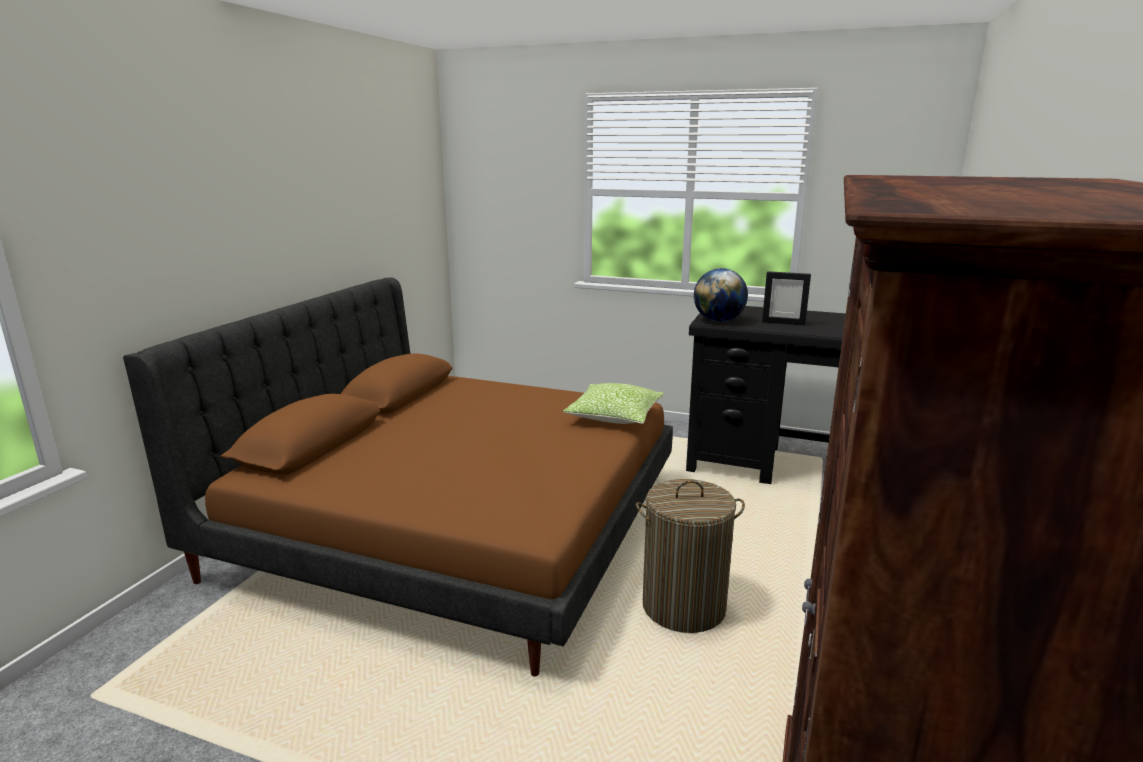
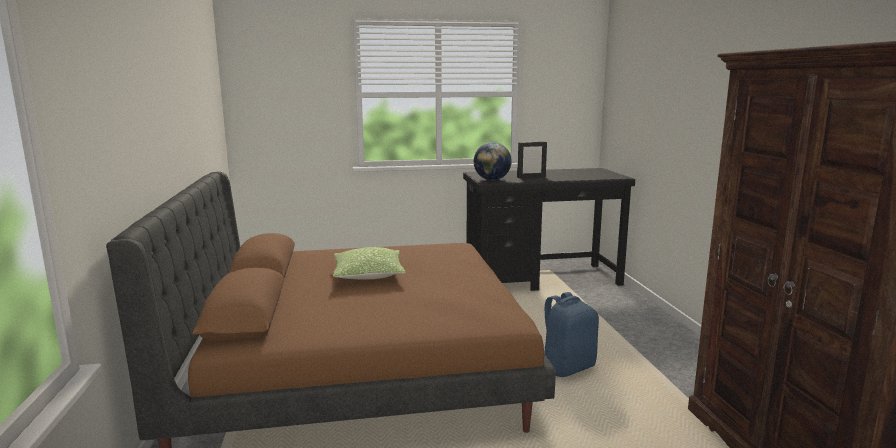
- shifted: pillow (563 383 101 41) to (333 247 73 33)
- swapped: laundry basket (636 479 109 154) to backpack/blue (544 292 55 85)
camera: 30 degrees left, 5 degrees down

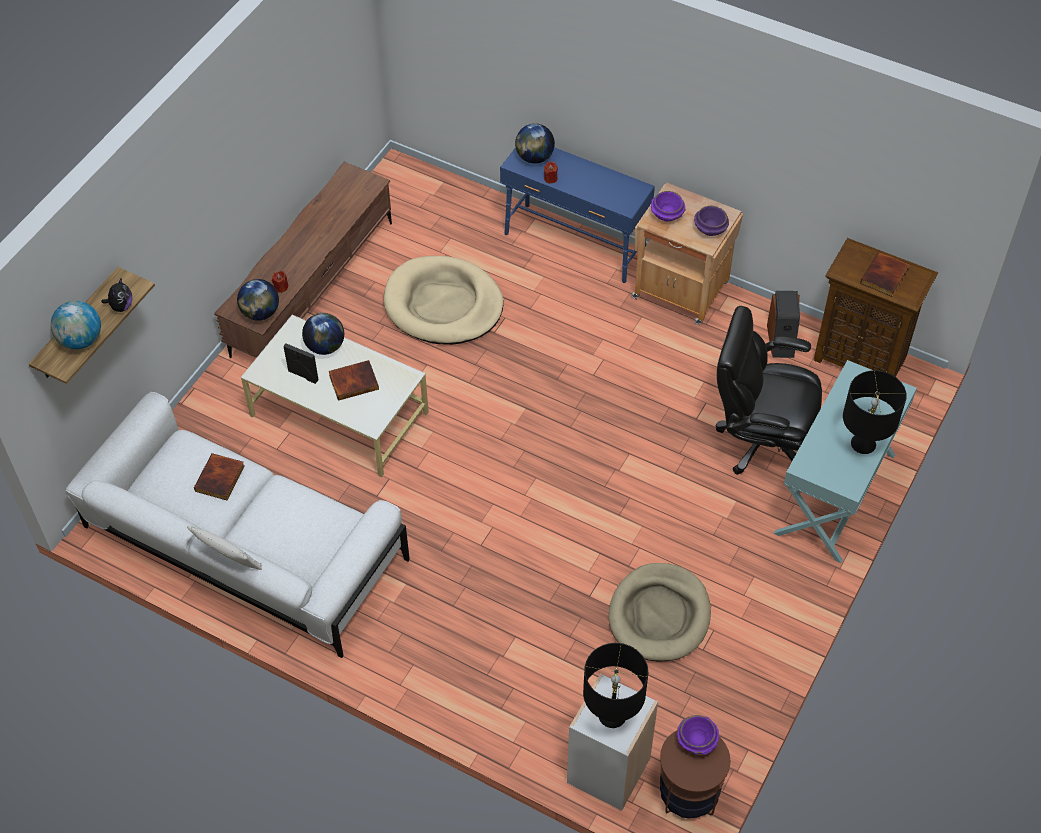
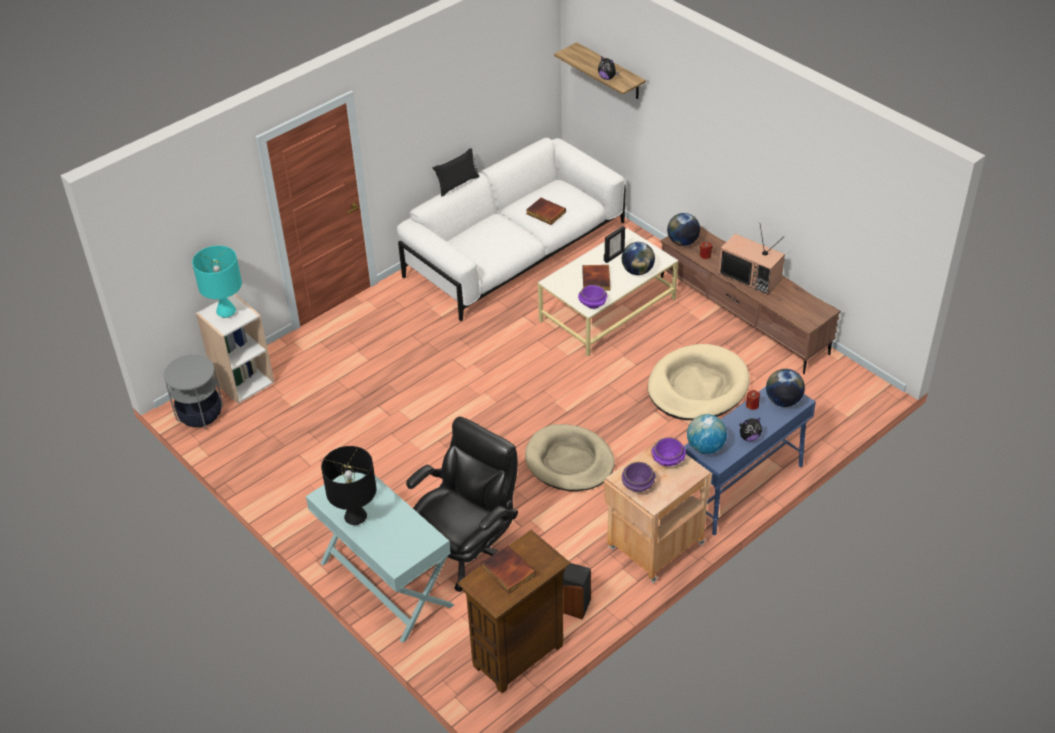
- repainted: side table/brown (660 730 70 89) to side table/grey (164 354 59 75)
- repainted: table lamp/black (583 643 65 85) to table lamp/turquoise (192 246 50 72)
- repainted: pillow/white (187 526 75 44) to pillow/black (433 148 46 49)
- shifted: dog bed/beige (608 563 103 99) to (525 424 90 67)
- shifted: bowl/purple (677 715 42 40) to (578 285 29 24)
- shifted: globe (51 301 50 48) to (687 414 40 40)
- new: television (718 223 67 72)
- new: plush toy (739 417 23 24)
camera: 110 degrees right, 10 degrees down

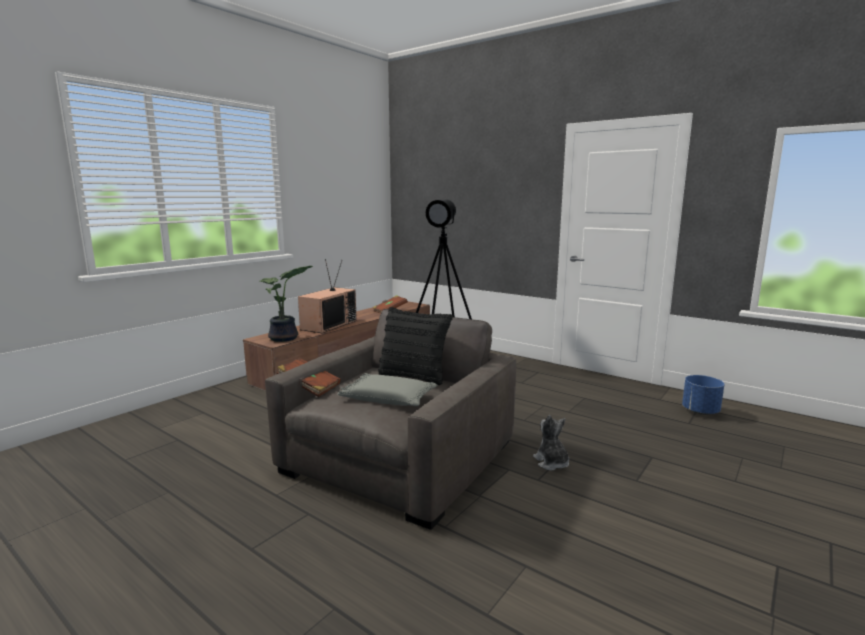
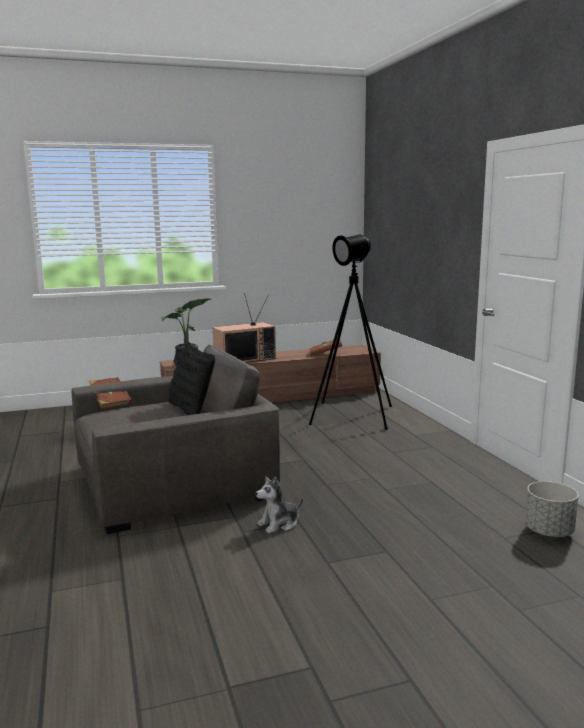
- rotated: plush toy (533 415 36 56) = (256 476 47 57) 135 degrees counterclockwise
- repainted: planter/blue (682 375 42 40) to planter/grey (525 481 54 56)
- gone: pillow/grey (337 373 101 33)
camera: 35 degrees right, 0 degrees up

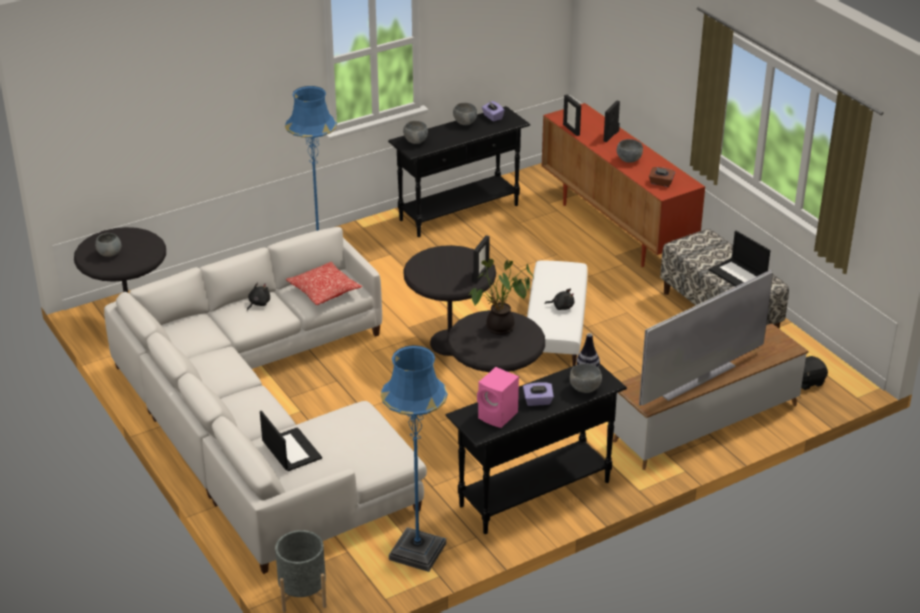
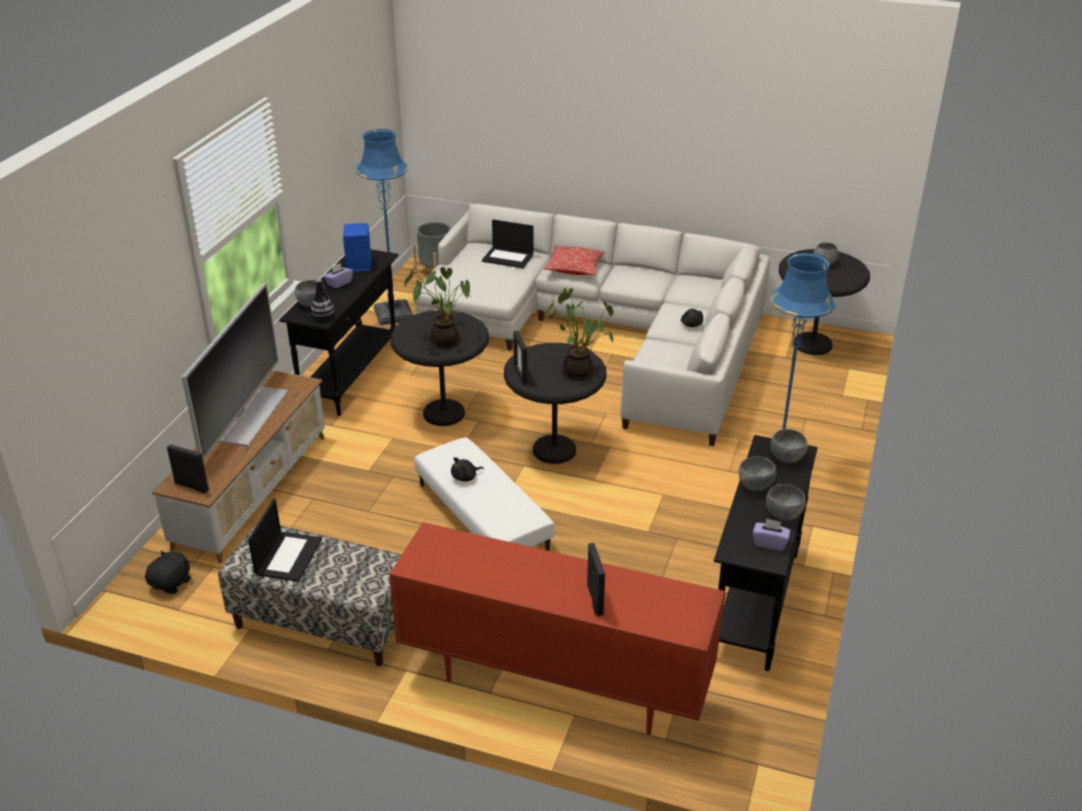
- shifted: picture frame (563 94 18 42) to (167 444 42 50)
- rotated: laptop (709 231 62 55) = (248 499 74 83) 90 degrees clockwise
- repainted: speaker/pink (477 367 42 61) to speaker/blue (343 223 29 48)
- shifted: pillow (286 262 76 43) to (543 246 62 29)
- new: potted plant (544 288 70 92)
- shifted: bowl/grey (617 139 26 24) to (739 456 37 35)
- gone: tissue box/brown (649 167 26 20)
camera: 140 degrees right, 0 degrees up

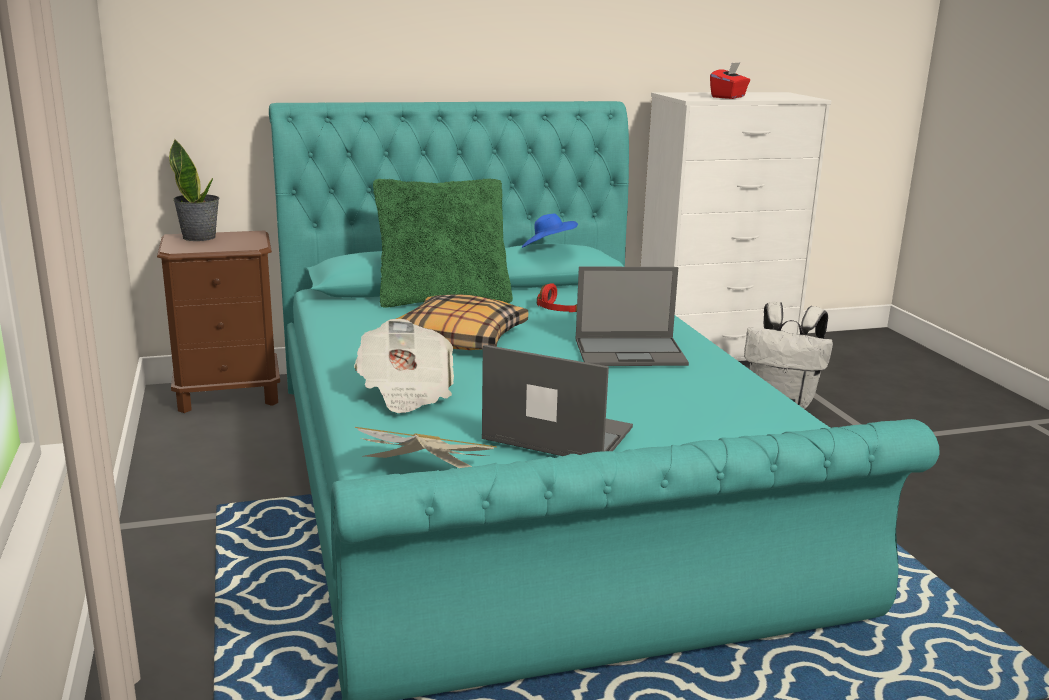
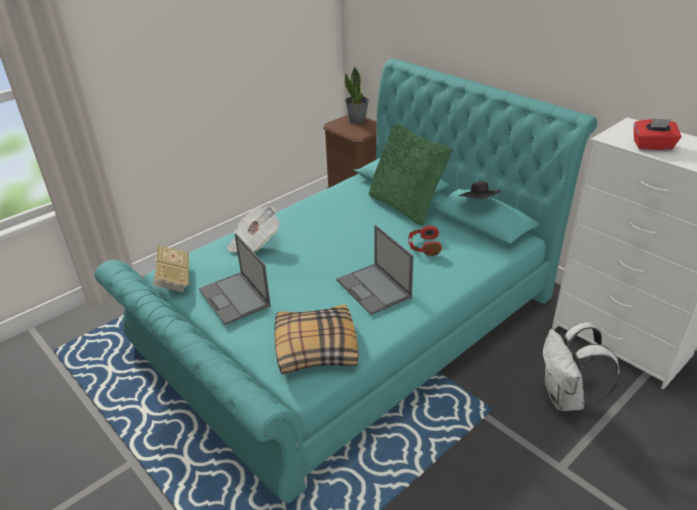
- rotated: laptop (482 345 151 111) = (199 233 72 92) 150 degrees clockwise
- shifted: pillow (396 294 132 56) to (274 304 85 70)
- repainted: hat/blue (522 214 56 34) to hat/black (458 181 42 18)
camera: 65 degrees right, 15 degrees up

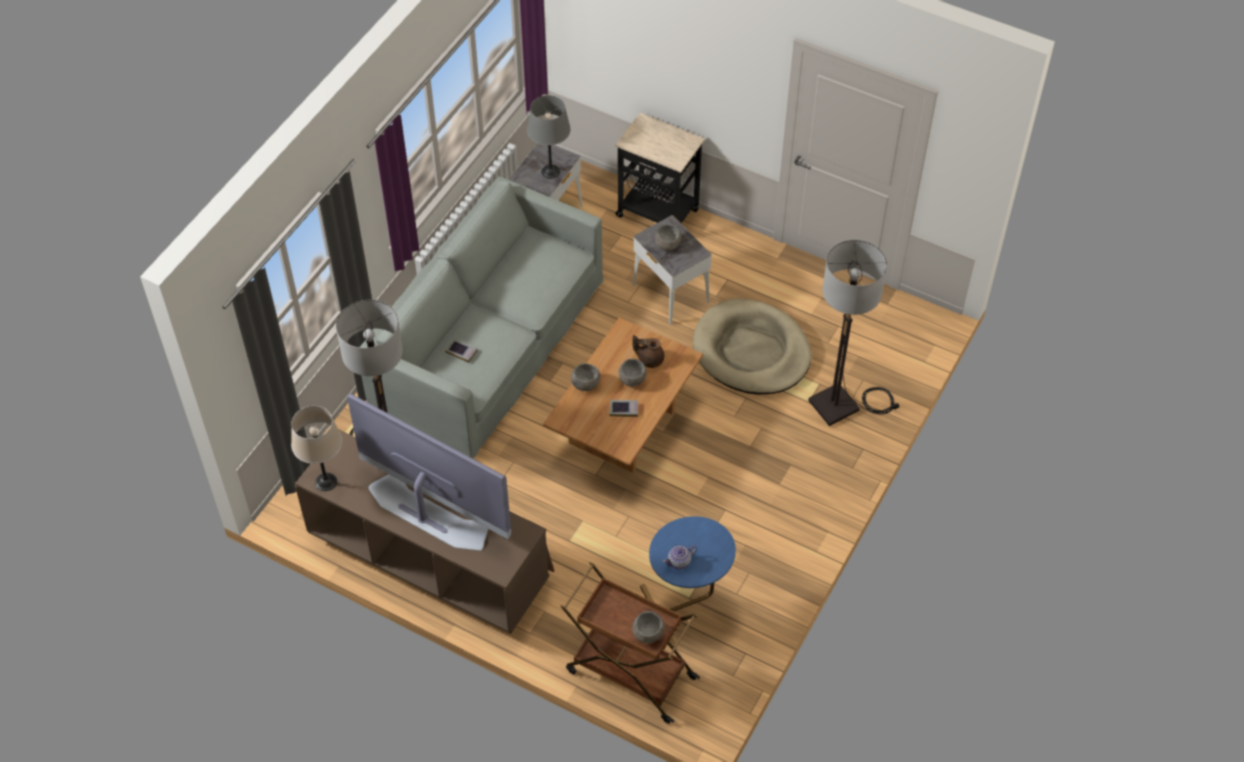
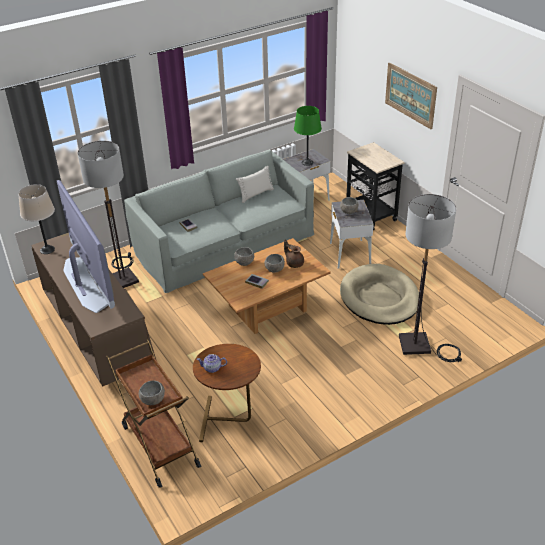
- repainted: side table/blue (640 516 96 131) to side table/brown (193 344 68 98)
- new: pillow/white (236 166 38 37)
- repainted: table lamp/grey (527 95 44 84) to table lamp/green (294 106 28 60)
- new: picture (385 63 52 66)
camera: 30 degrees right, 15 degrees down

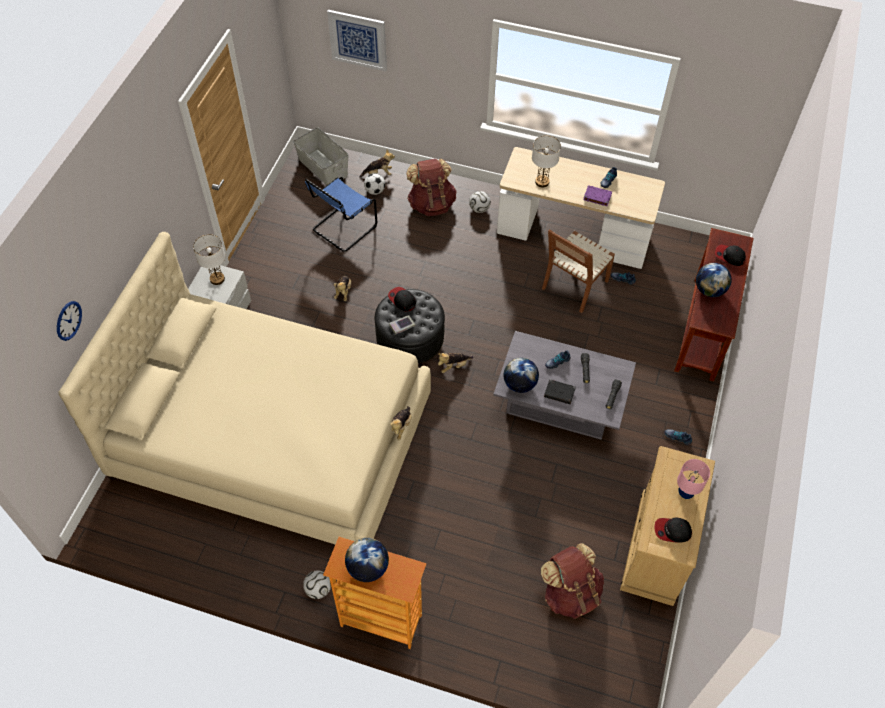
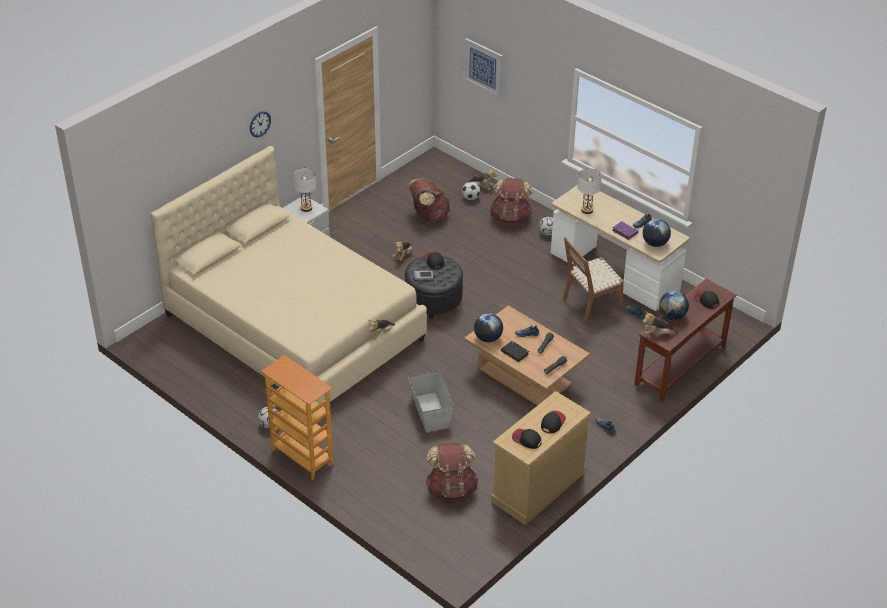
- shifted: wall clock (57 301 25 40) to (250 111 21 26)
- swapped: chair/blue (305 177 72 75) to backpack/brown (407 179 43 43)
- shifted: storage box/grey (293 127 56 58) to (408 370 46 62)
- repainted: coffee table/grey (493 331 143 109) to coffee table/brown (464 306 126 100)
- swapped: table lamp/pink (677 459 33 40) to cap (541 411 25 22)
- shifted: globe (345 538 44 44) to (643 219 28 28)
- shifted: plush toy (438 353 35 20) to (643 311 36 23)
camera: 25 degrees right, 15 degrees down

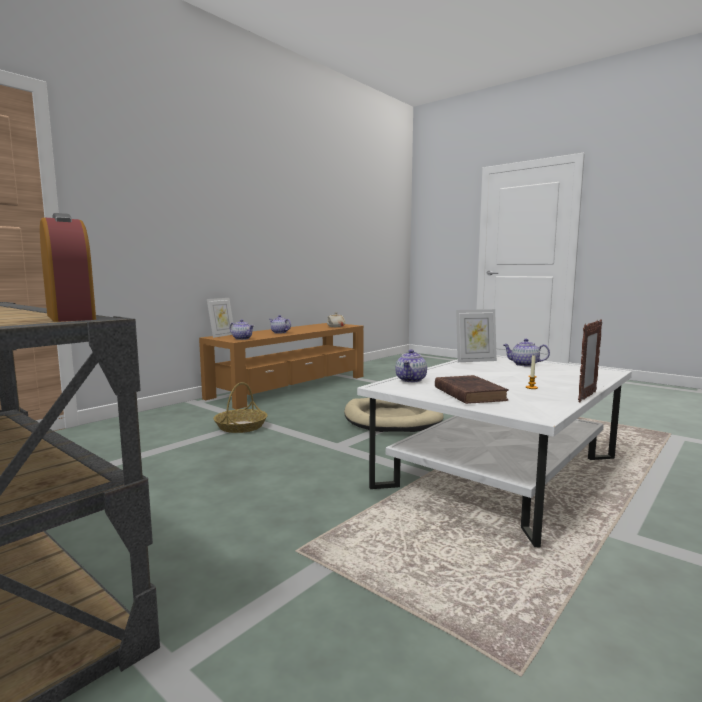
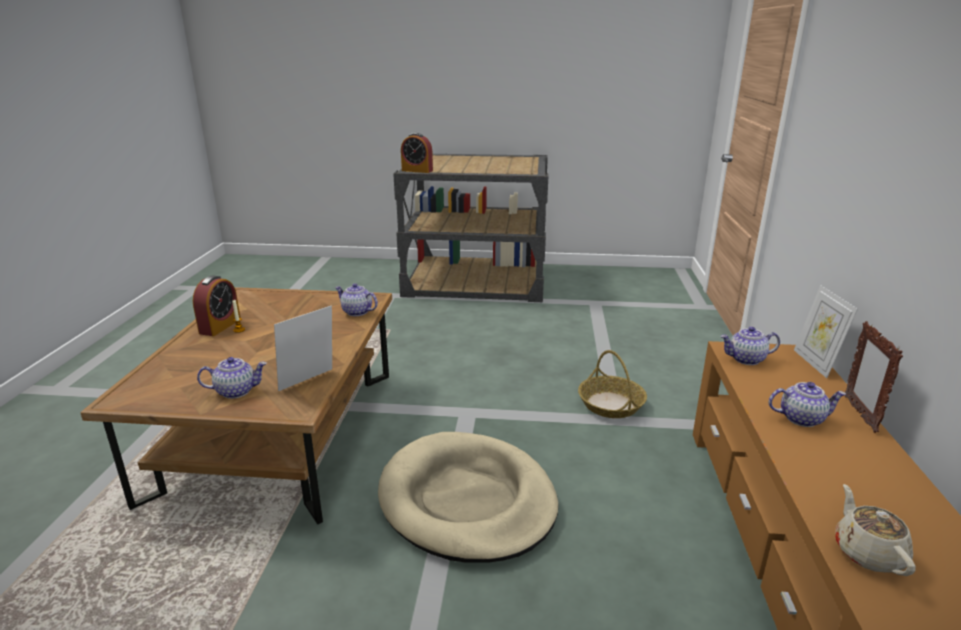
- repainted: coffee table/white (357 355 275 192) to coffee table/brown (80 287 312 237)
- new: alarm clock (193 275 48 61)
- rotated: teapot (395 350 32 32) = (335 283 43 33) 45 degrees counterclockwise
- shifted: picture frame (578 319 24 83) to (844 321 59 112)
- gone: book/brown (435 375 74 29)
camera: 145 degrees right, 15 degrees up

